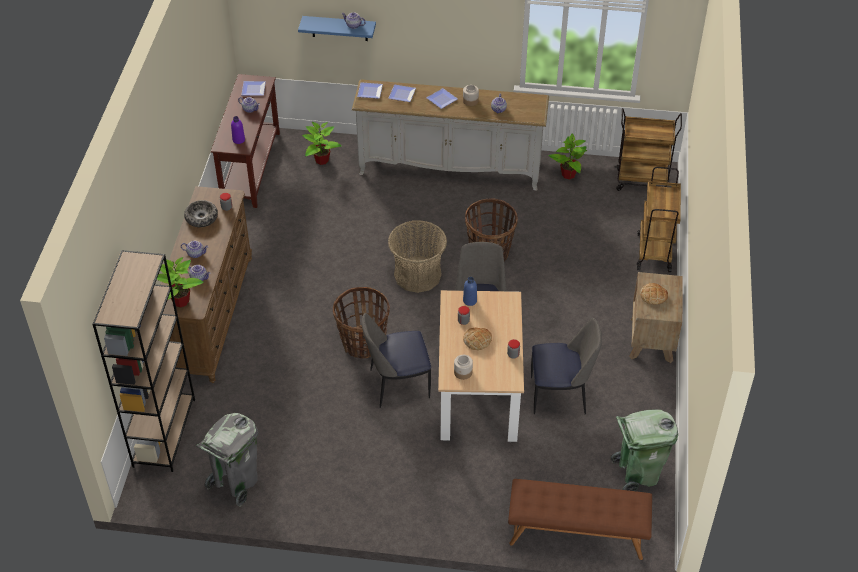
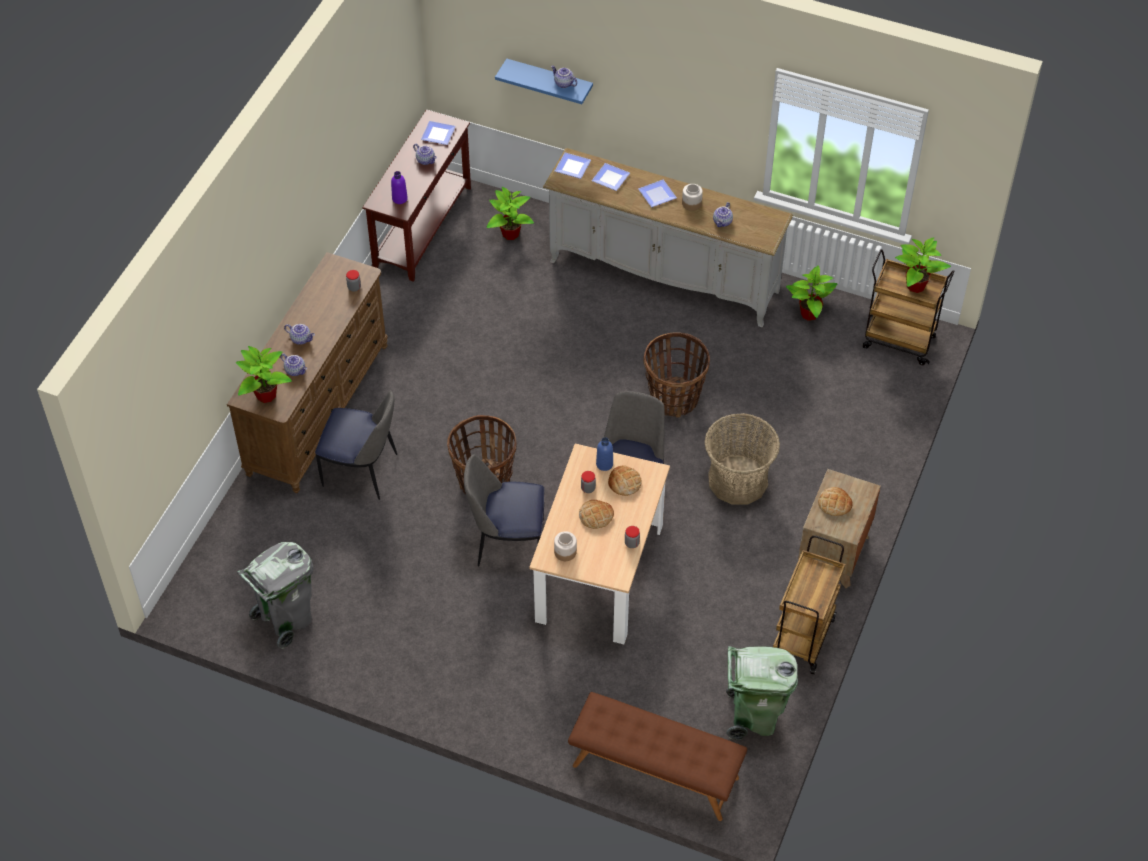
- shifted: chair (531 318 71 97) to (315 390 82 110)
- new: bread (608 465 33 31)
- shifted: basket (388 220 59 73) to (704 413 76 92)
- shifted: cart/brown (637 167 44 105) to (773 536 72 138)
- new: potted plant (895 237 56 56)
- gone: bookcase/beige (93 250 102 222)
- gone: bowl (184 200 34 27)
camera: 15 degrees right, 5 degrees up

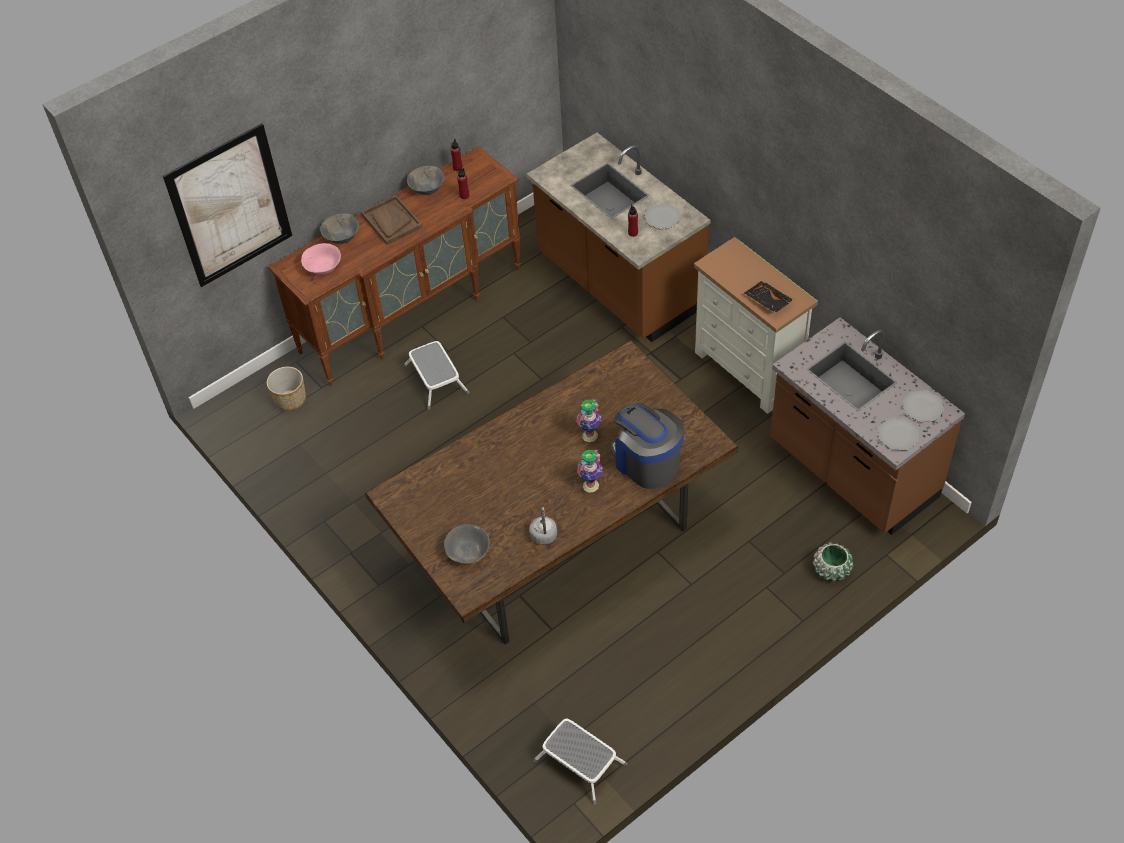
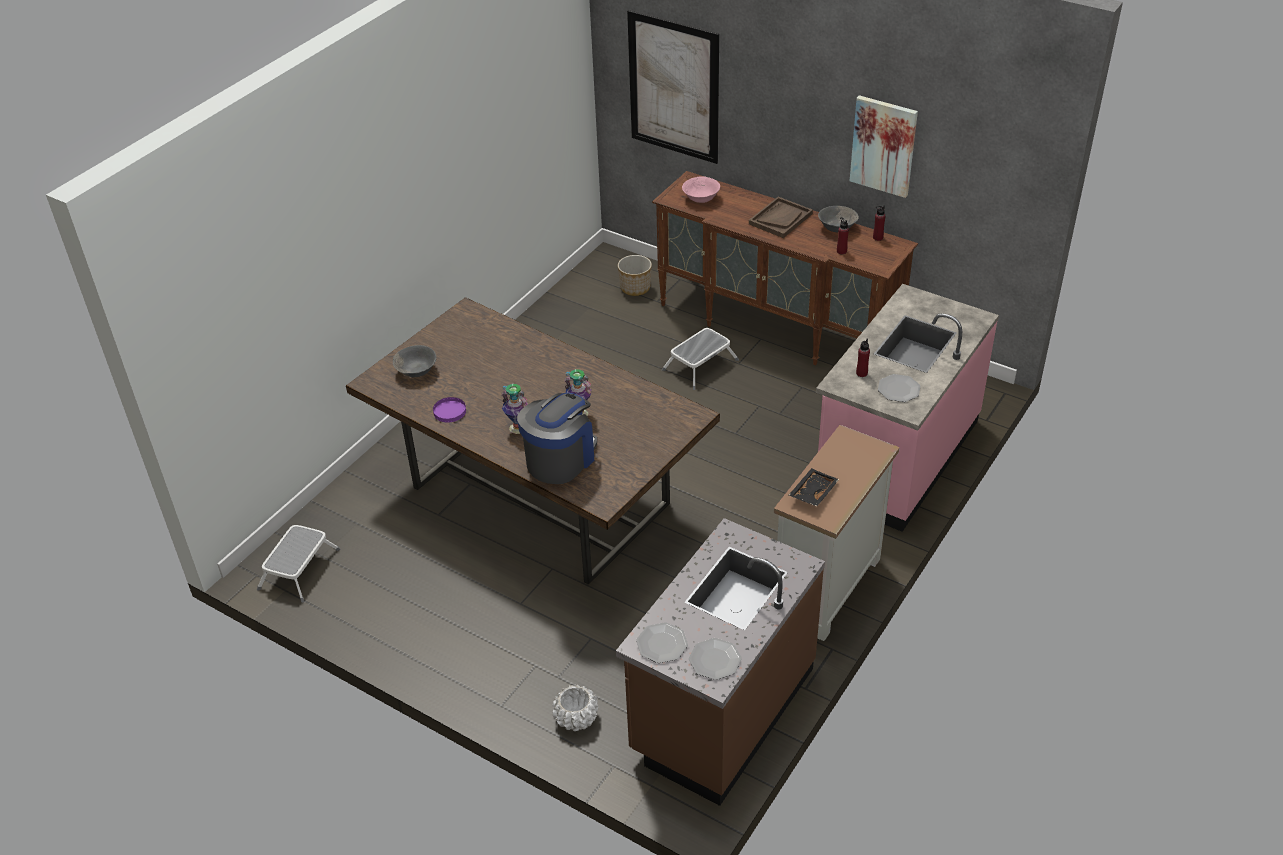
- swapped: kettle/grey (529 507 28 38) to plate/purple (433 397 33 25)
- repainted: planter/green (813 542 41 40) to planter/white (552 685 46 46)
- repainted: counter/brown (526 133 185 209) to counter/pink (816 284 183 248)
- new: picture (850 95 68 103)
- gone: bowl/grey (321 213 38 31)
camera: 70 degrees right, 10 degrees down

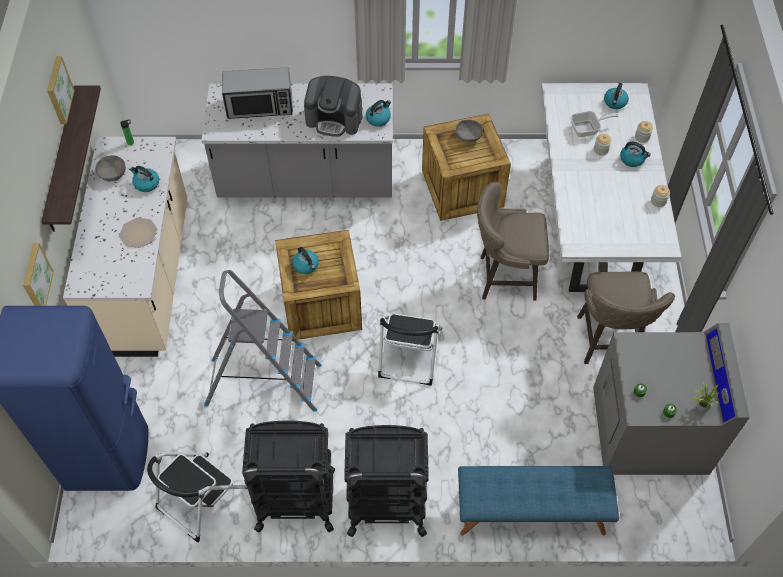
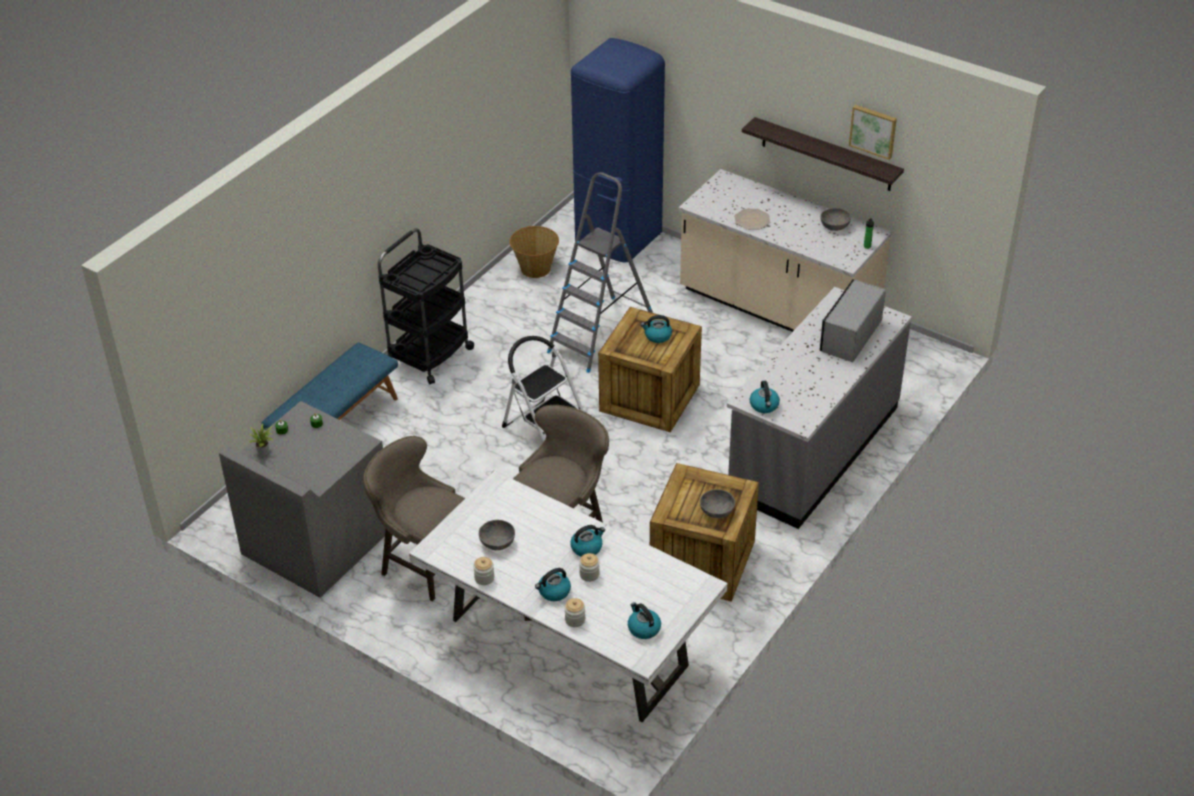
- new: bowl/grey (479 520 36 30)
- swapped: step ladder (147 452 101 90) to basket (509 226 50 52)
- shifted: kettle (130 166 29 26) to (570 525 35 32)
- gone: picture (23 243 31 63)
- gone: cart/black (242 421 93 111)
- gone: coffee machine (304 76 58 61)
- gone: frying pan (571 111 48 26)
camera: 125 degrees right, 15 degrees down

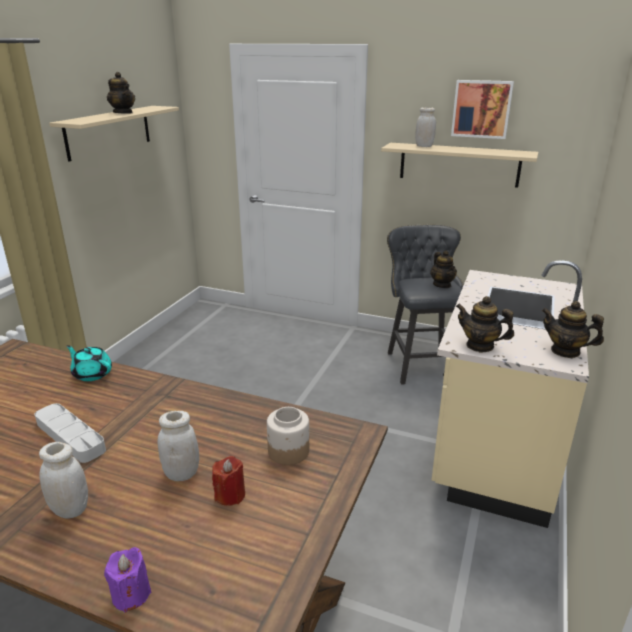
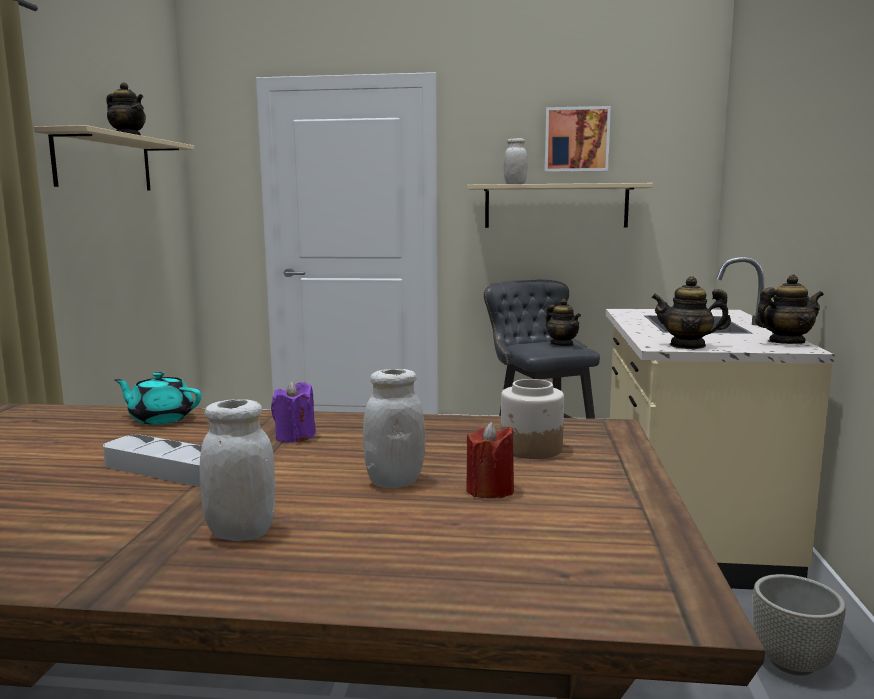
- shifted: candle/purple (104 547 47 66) to (271 381 45 62)
- new: planter/grey (753 574 93 102)
- rotated: teapot (542 301 62 57) = (755 274 69 70) 150 degrees clockwise
camera: 15 degrees left, 15 degrees down

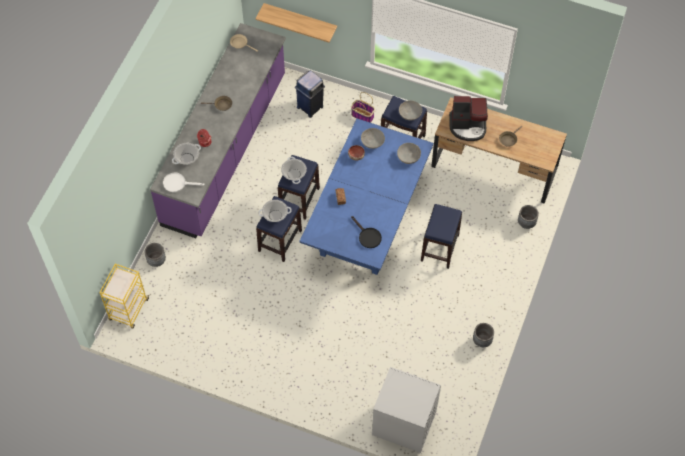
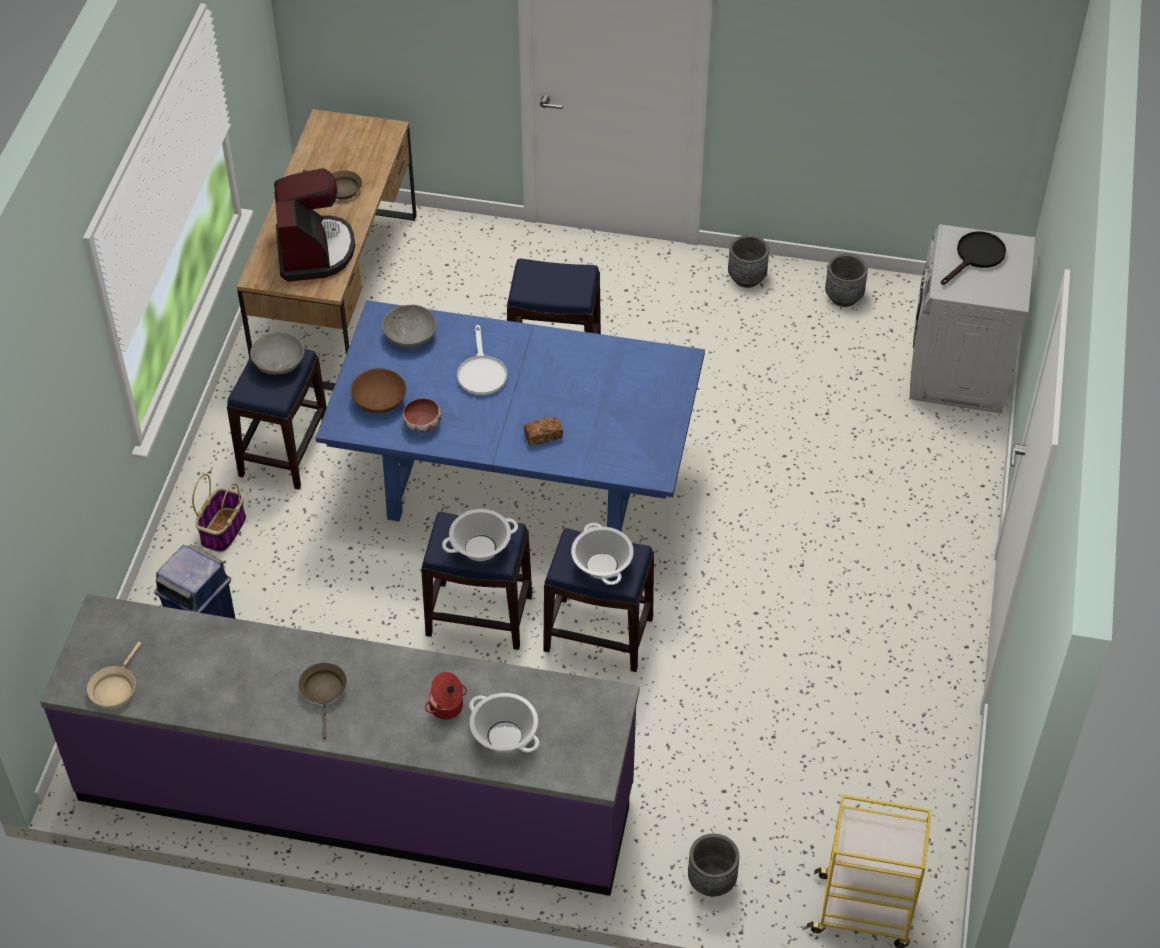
- repainted: bowl/grey (361 128 24 21) to bowl/brown (351 368 55 45)
- shifted: frying pan/white (163 172 42 20) to (457 324 50 71)
- shifted: planter/grey (518 205 21 24) to (825 254 43 53)
- shifted: frying pan/black (351 216 31 32) to (941 231 65 54)
- gone: shelf (255 3 82 40)
camera: 100 degrees left, 10 degrees down

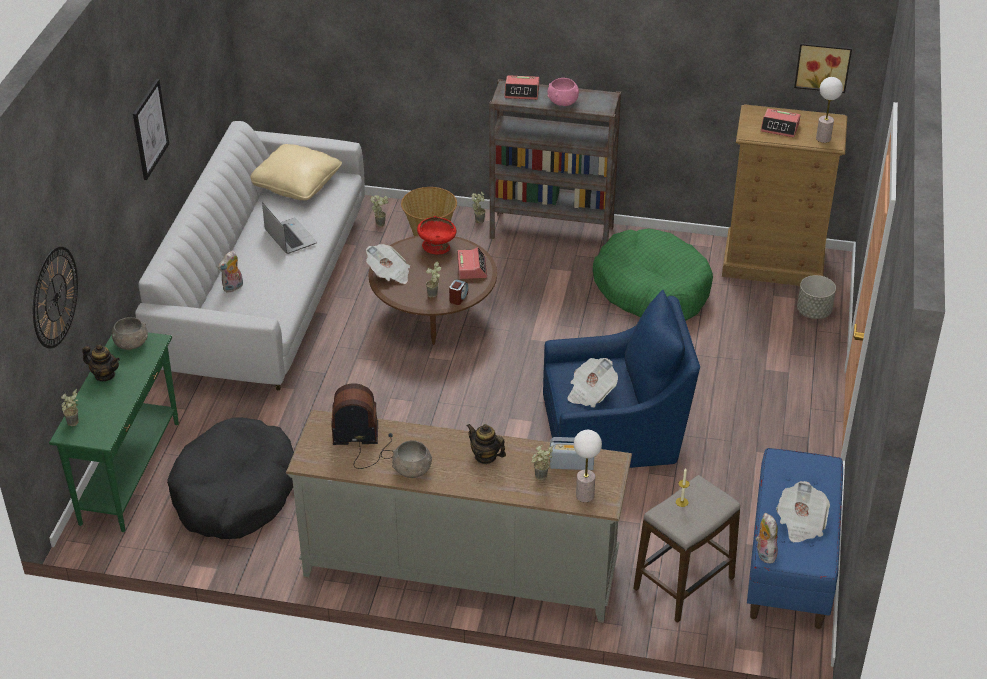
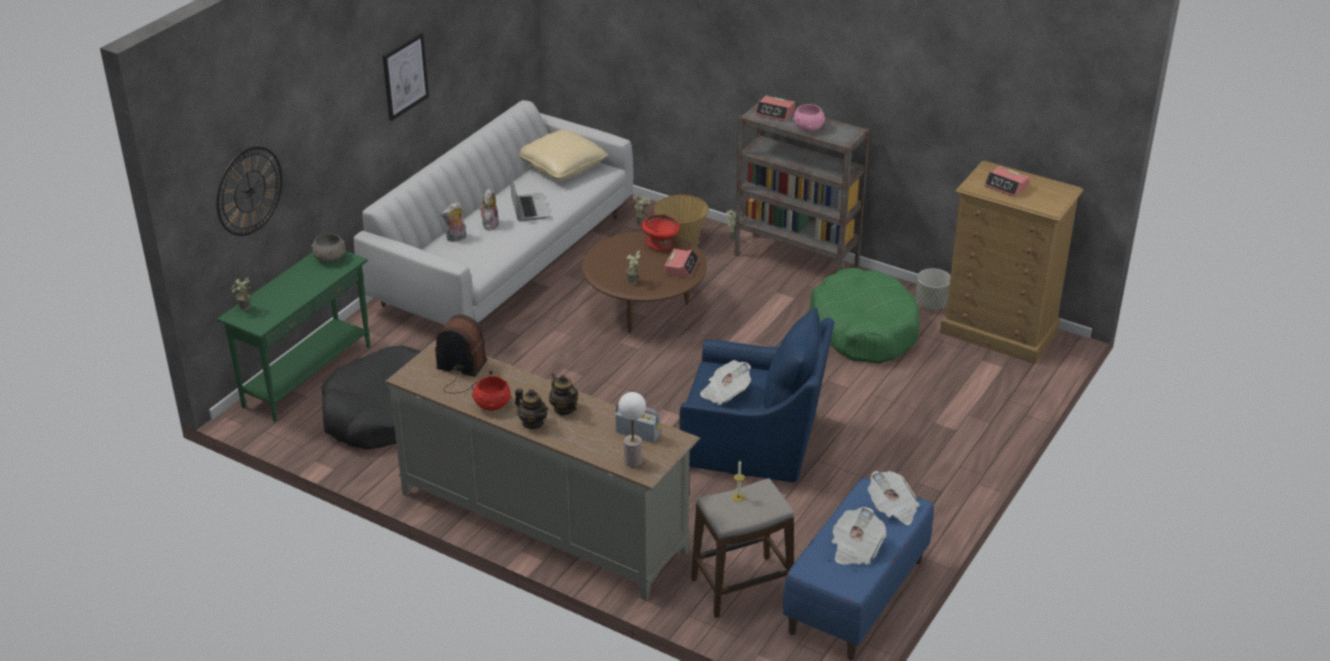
- repainted: bowl/grey (392 440 40 38) to bowl/red (472 376 39 35)
- shifted: plush toy (756 513 22 51) to (480 189 19 42)
- shifted: teapot (82 344 38 37) to (515 388 33 41)
- shifted: newspaper (366 244 44 40) to (868 471 52 54)
- shifted: planter/grey (797 275 39 44) to (915 268 36 42)
- gone: alarm clock (449 279 19 26)
- gone: potted plant (532 445 21 35)
- gone: picture (794 43 58 50)
- gone: table lamp (816 77 27 66)
camera: 20 degrees right, 5 degrees down

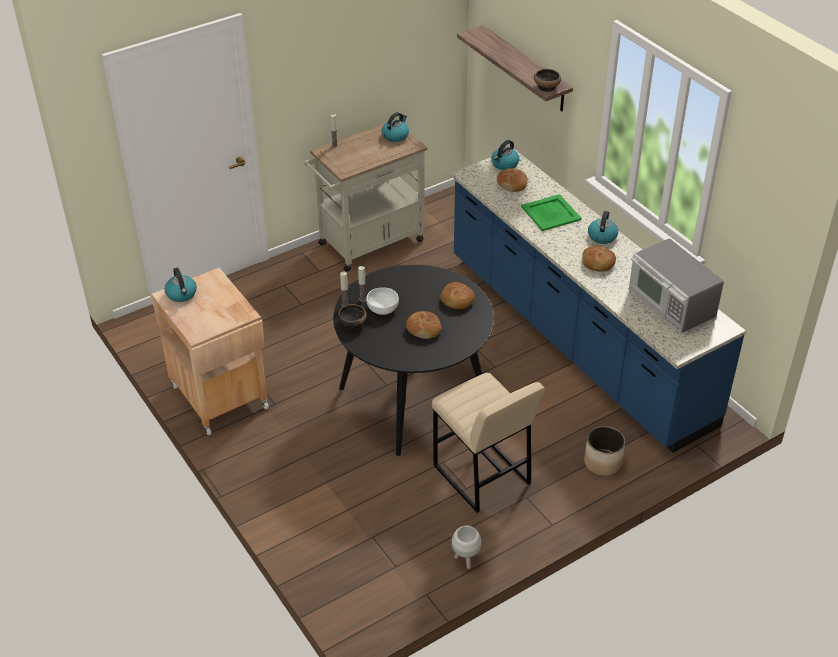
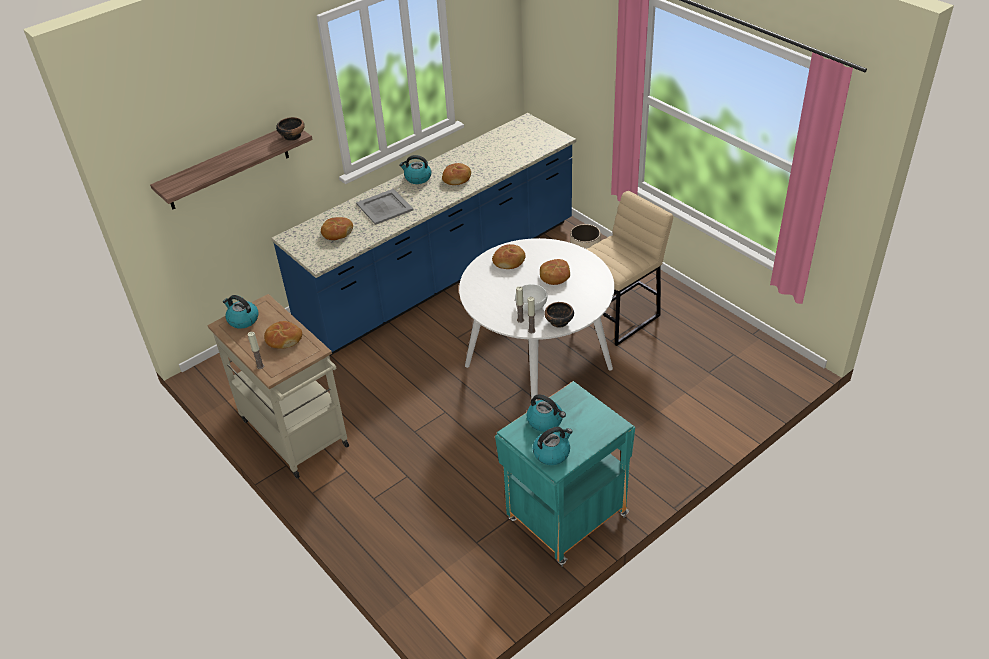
- new: bread (264 321 38 28)
- repainted: tray/green (521 194 61 37) to tray/grey (356 189 57 36)
- repainted: dining table/black (333 265 161 191) to dining table/white (459 238 155 164)
- repainted: cart/brown (151 268 119 167) to cart/turquoise (495 381 140 186)
- shifted: kettle (491 140 28 30) to (527 394 39 38)
- gone: planter/white (452 525 29 44)
- gone: microwave (629 238 95 95)
camera: 95 degrees left, 0 degrees up

